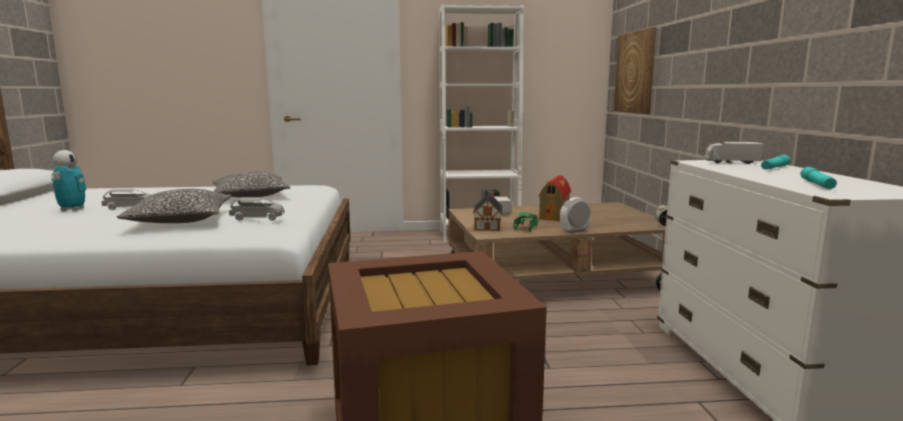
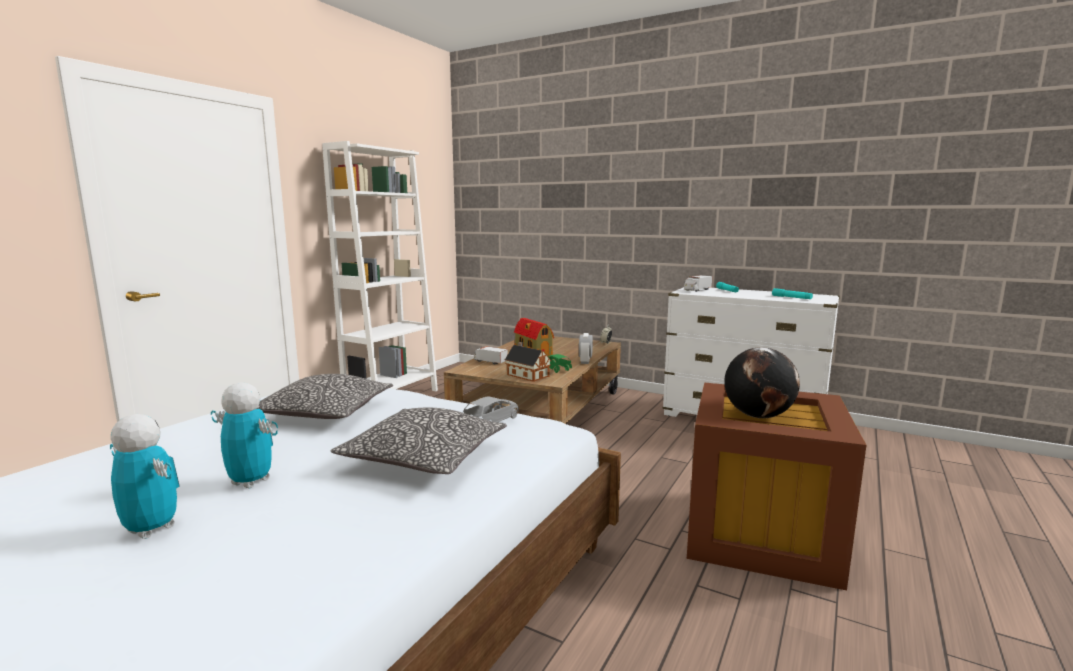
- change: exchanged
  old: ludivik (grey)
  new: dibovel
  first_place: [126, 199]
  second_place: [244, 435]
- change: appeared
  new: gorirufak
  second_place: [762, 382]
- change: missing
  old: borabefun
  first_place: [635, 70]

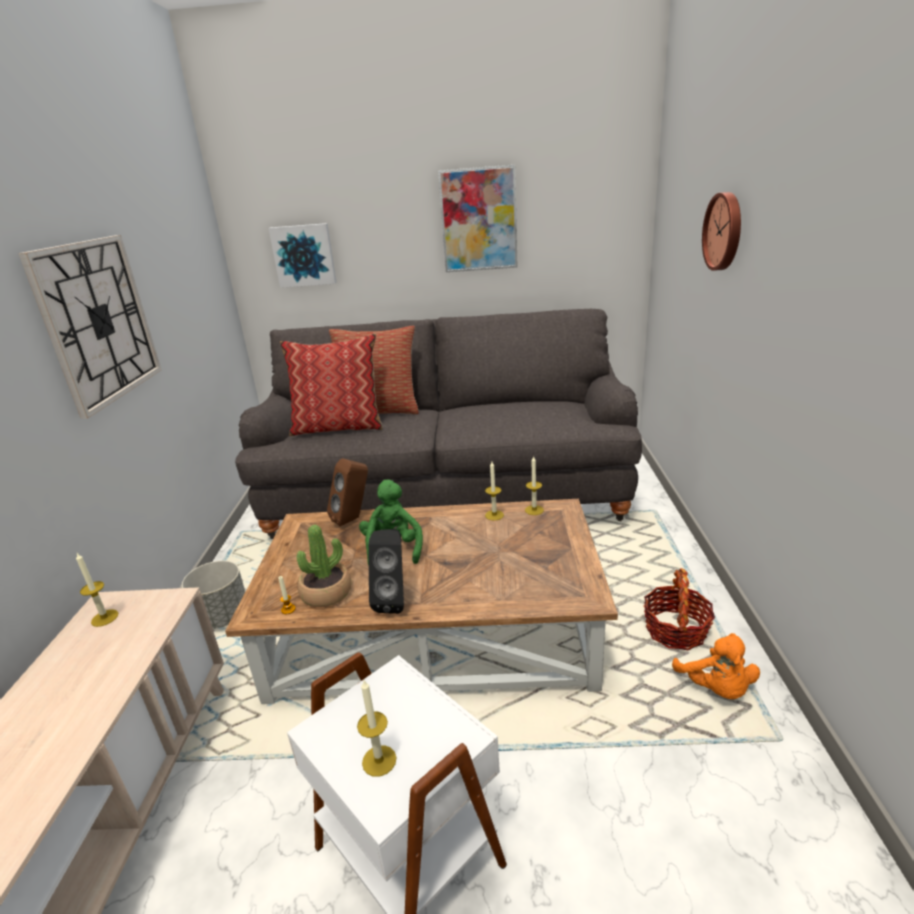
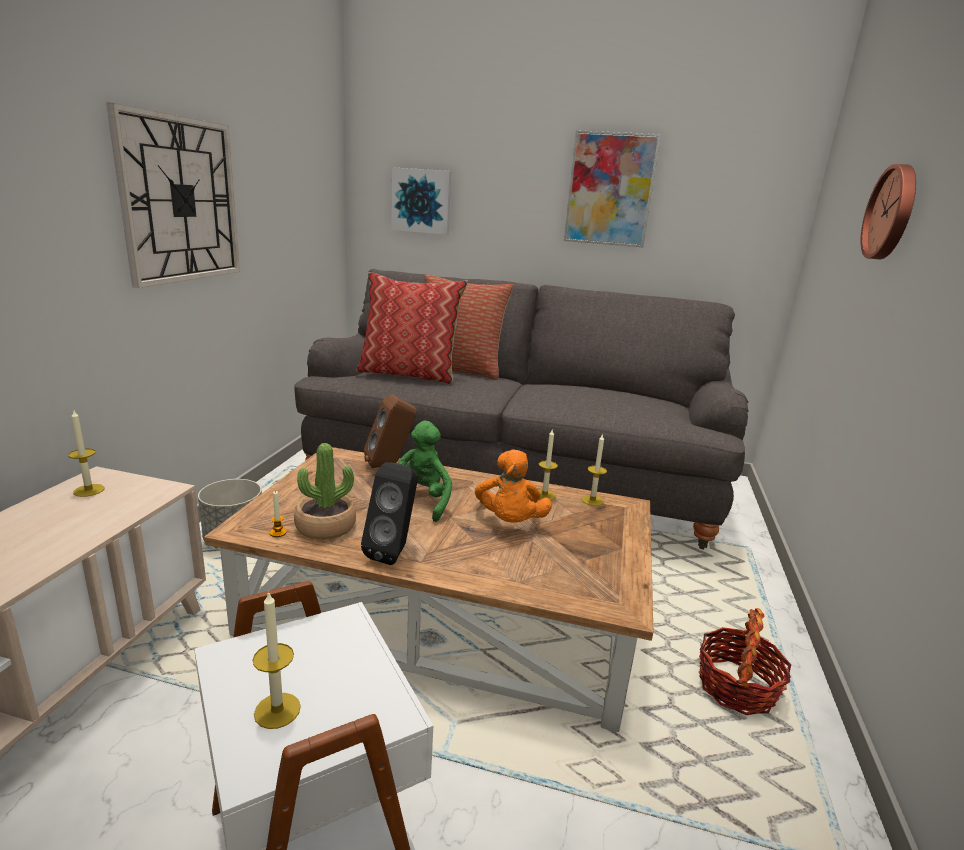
- change: relocated
  old: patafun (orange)
  first_place: [716, 666]
  second_place: [513, 486]

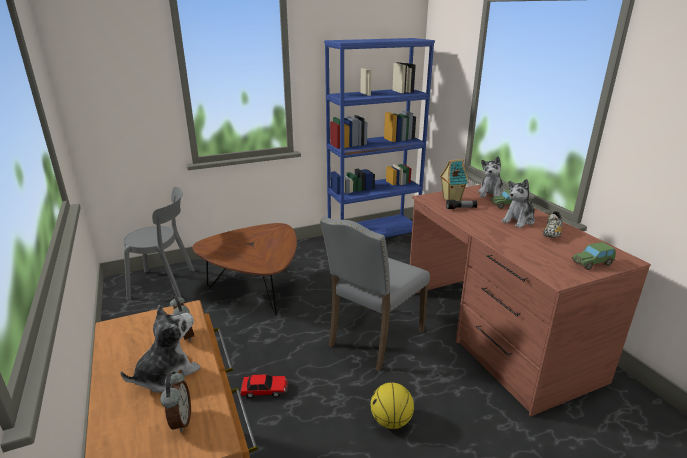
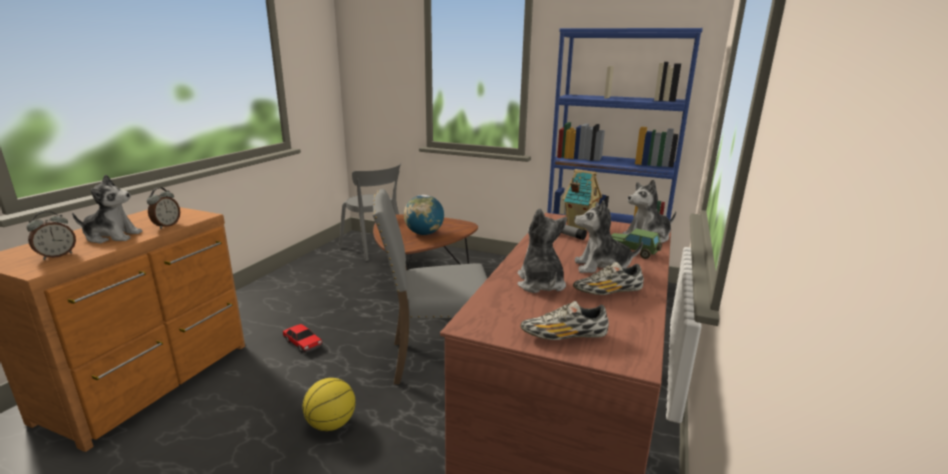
- change: appeared
  new: gorirufak
  second_place: [424, 215]
- change: appeared
  new: patafun
  second_place: [542, 250]
- change: exchanged
  old: ludivik
  new: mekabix
  first_place: [593, 256]
  second_place: [564, 320]

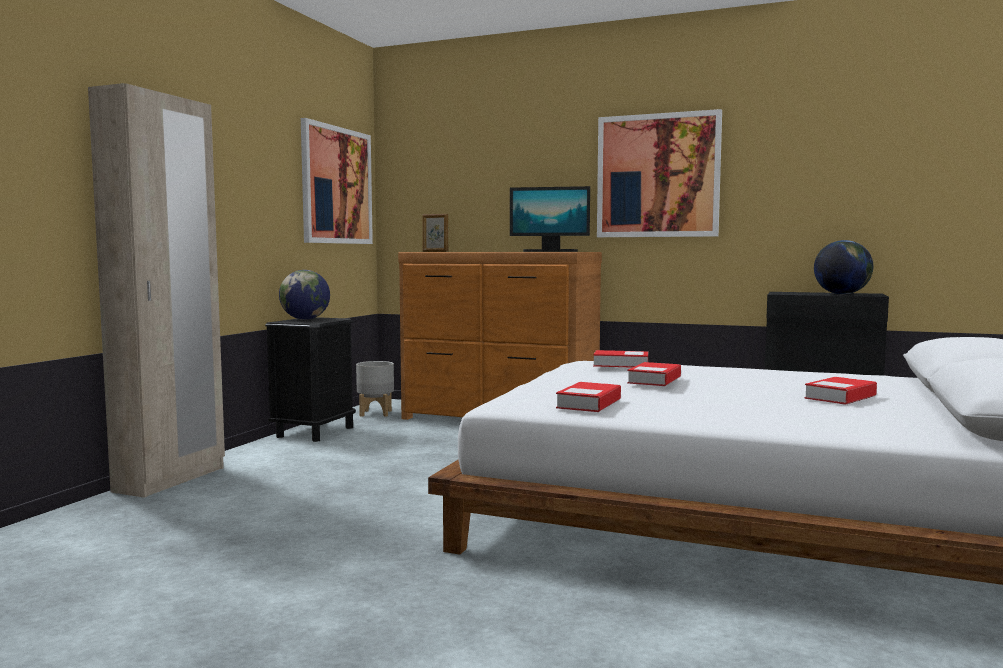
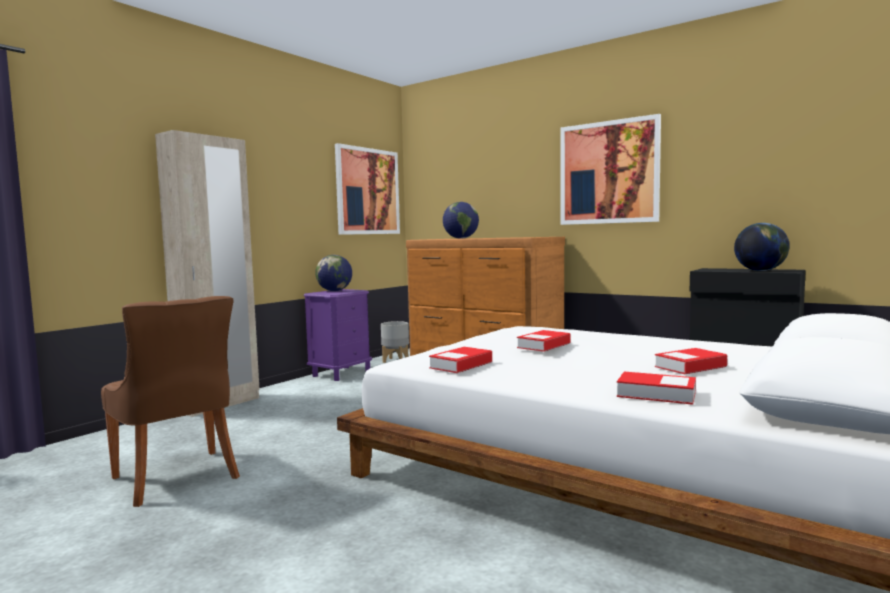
- change: appeared
  new: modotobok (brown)
  second_place: [170, 401]
- change: colour
  old: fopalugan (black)
  new: fopalugan (purple)
  first_place: [310, 379]
  second_place: [337, 335]
- change: appeared
  new: gorirufak
  second_place: [461, 220]
- change: relocated
  old: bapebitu
  first_place: [620, 359]
  second_place: [656, 388]
- change: missing
  old: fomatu
  first_place: [435, 233]
- change: missing
  old: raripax
  first_place: [550, 219]

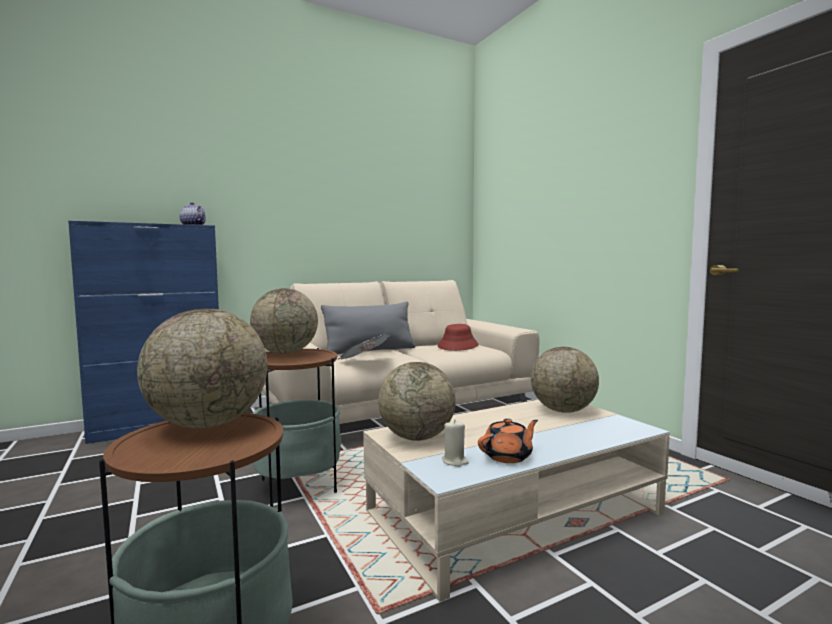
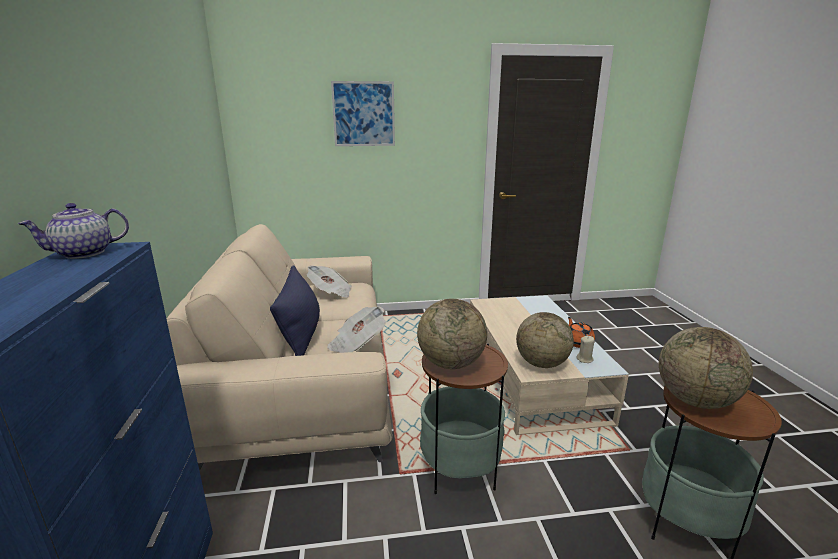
- change: colour
  old: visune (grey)
  new: visune (blue)
  first_place: [368, 328]
  second_place: [295, 310]
- change: exchanged
  old: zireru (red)
  new: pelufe
  first_place: [458, 337]
  second_place: [329, 281]
- change: appeared
  new: borabefun
  second_place: [363, 113]
- change: missing
  old: gorirufak
  first_place: [565, 380]

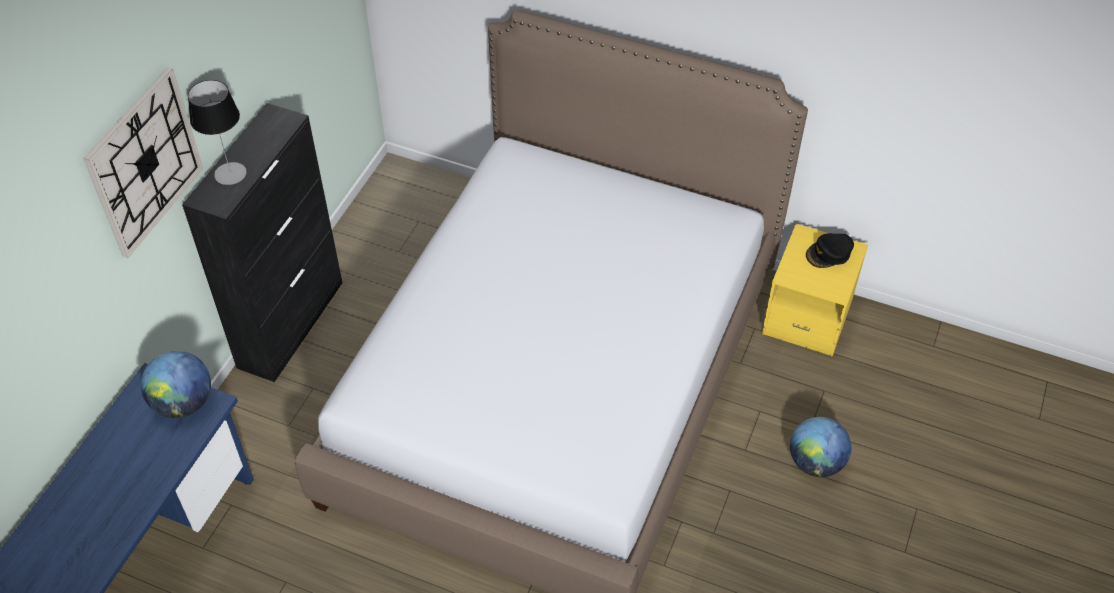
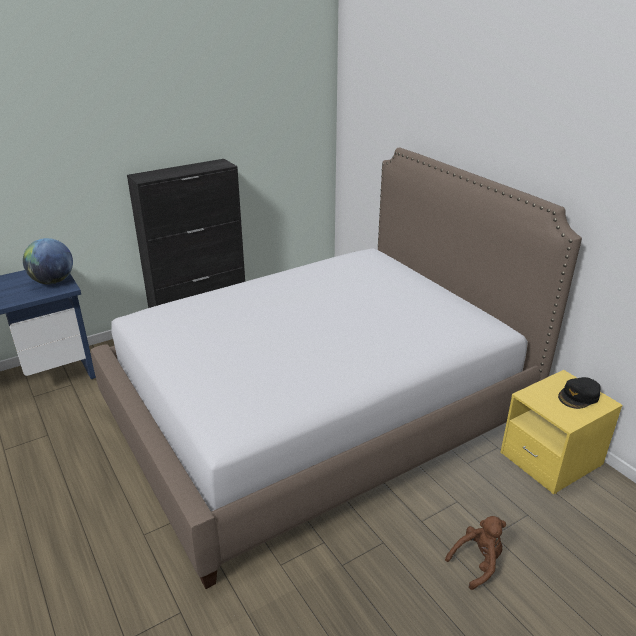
- change: exchanged
  old: gorirufak
  new: patafun (brown)
  first_place: [820, 447]
  second_place: [475, 553]
- change: spun
  old: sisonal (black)
  first_place: [830, 250]
  second_place: [579, 393]
  degrees: -45
- change: missing
  old: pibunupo
  first_place: [143, 162]
- change: missing
  old: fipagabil
  first_place: [217, 132]

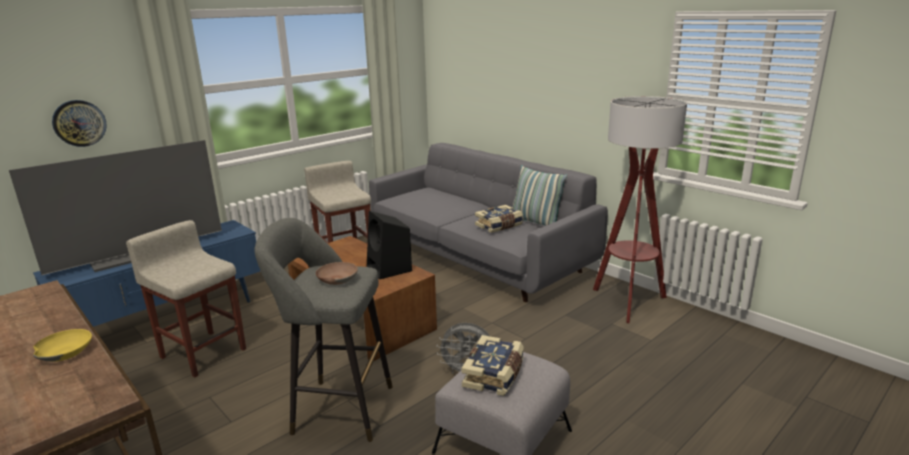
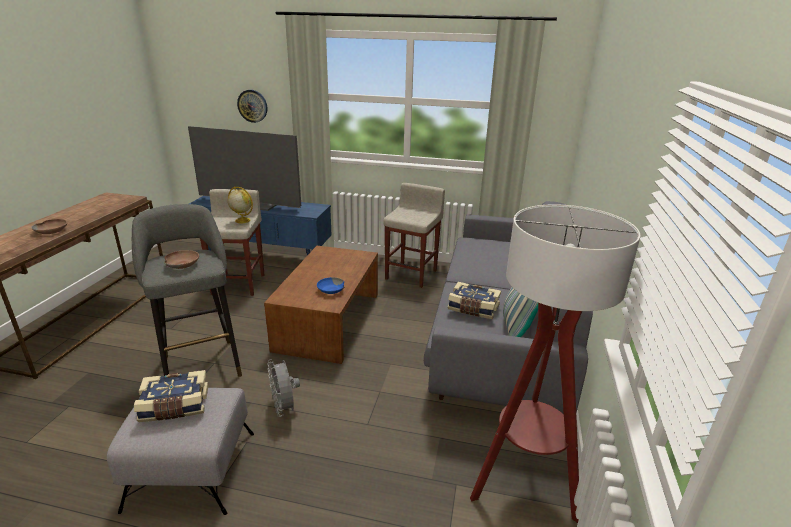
- change: colour
  old: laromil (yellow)
  new: laromil (brown)
  first_place: [62, 345]
  second_place: [49, 226]
- change: appeared
  new: gorirufak
  second_place: [240, 205]
- change: exchanged
  old: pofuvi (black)
  new: laromil (blue)
  first_place: [389, 245]
  second_place: [331, 285]

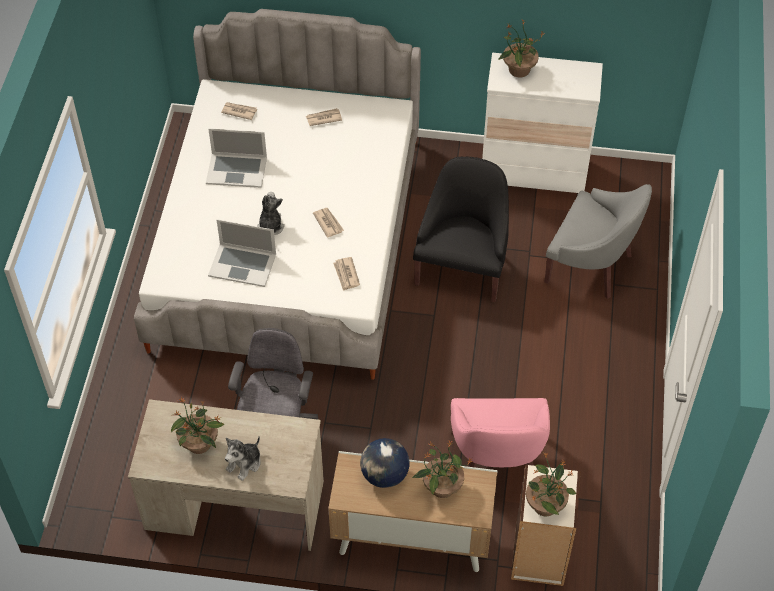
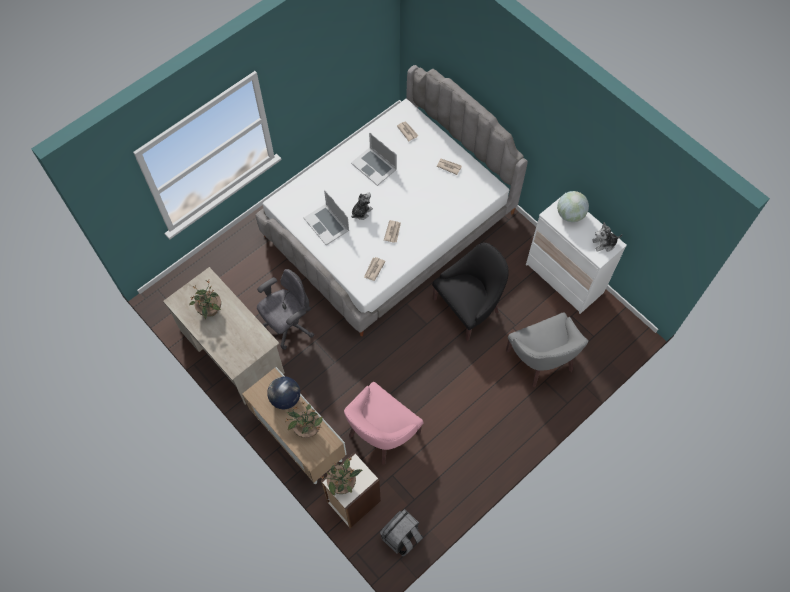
- change: appeared
  new: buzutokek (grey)
  second_place: [401, 532]
- change: exchanged
  old: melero
  new: gorirufak
  first_place: [520, 49]
  second_place: [573, 206]
- change: relocated
  old: patafun
  first_place: [243, 458]
  second_place: [607, 237]

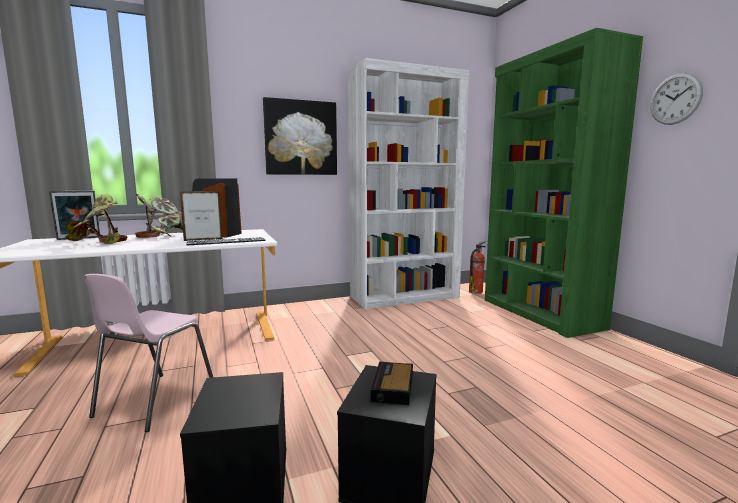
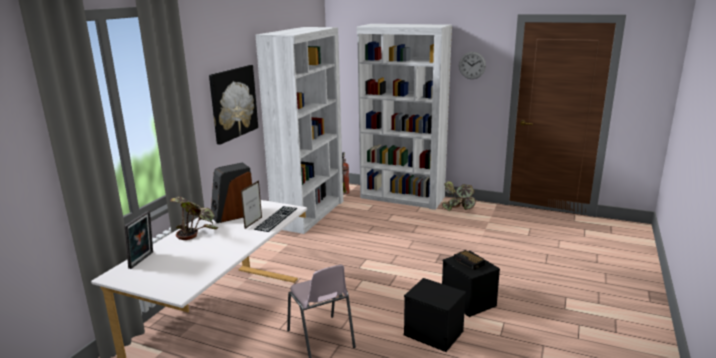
- change: colour
  old: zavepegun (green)
  new: zavepegun (white)
  first_place: [564, 183]
  second_place: [404, 117]
- change: relocated
  old: melero
  first_place: [96, 219]
  second_place: [459, 196]

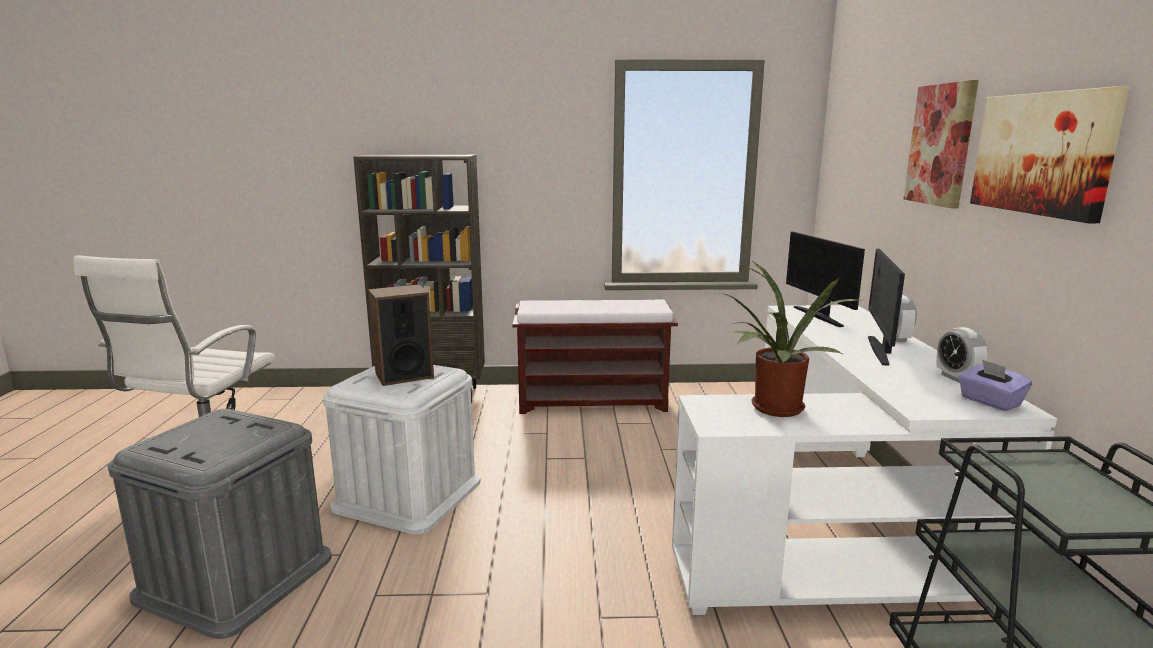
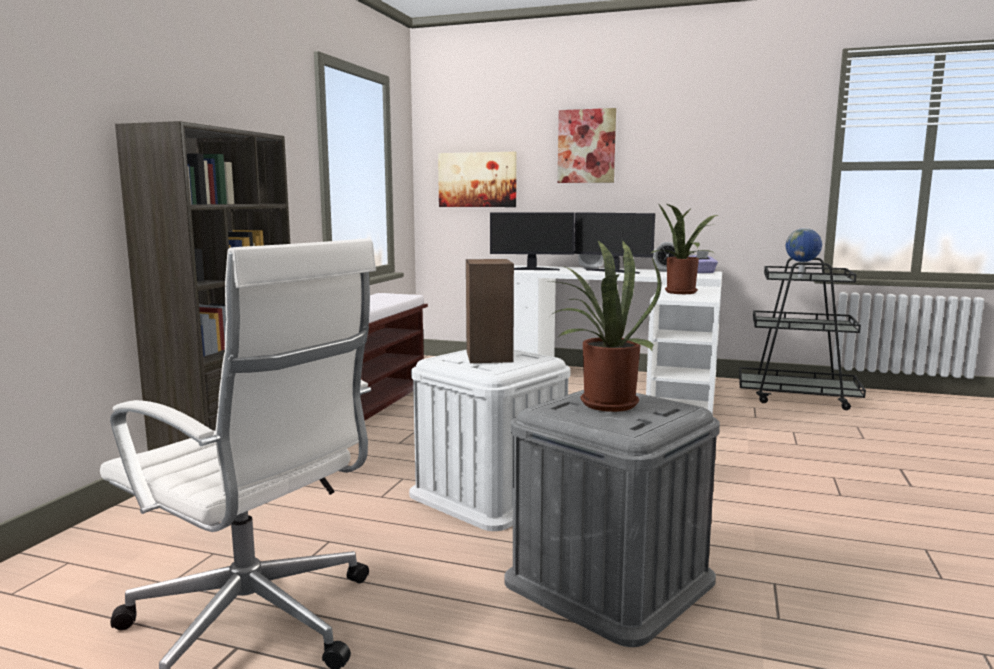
- change: relocated
  old: borabefun
  first_place: [1050, 154]
  second_place: [477, 179]
- change: appeared
  new: melero
  second_place: [605, 326]
- change: appeared
  new: gorirufak
  second_place: [804, 253]

